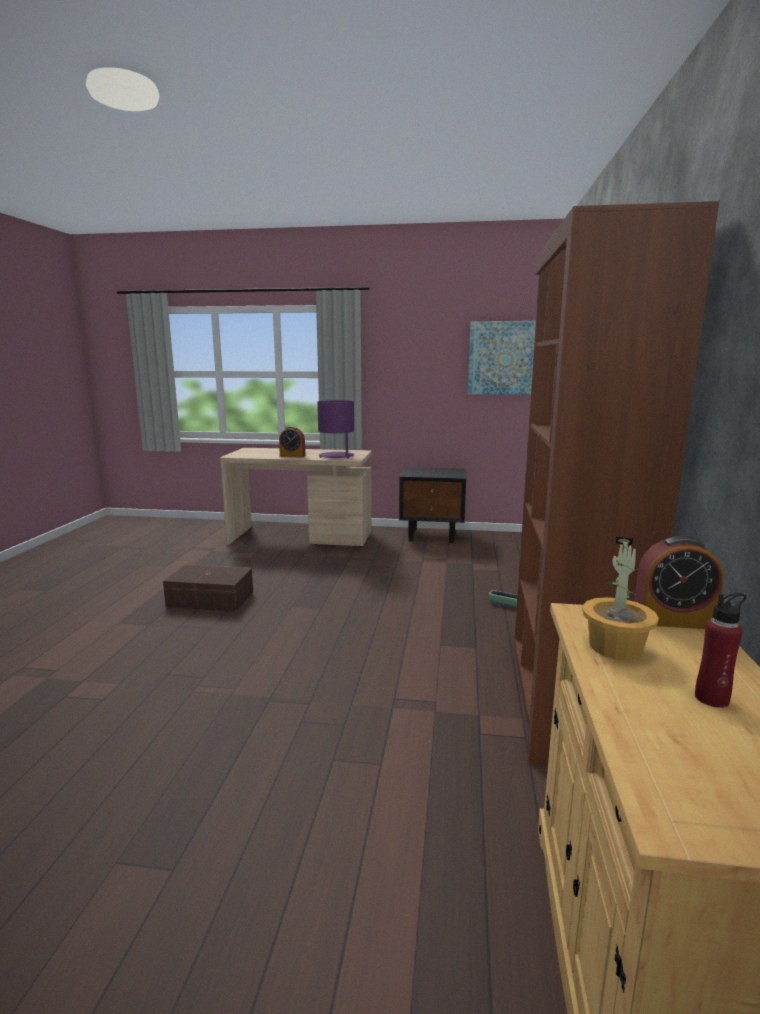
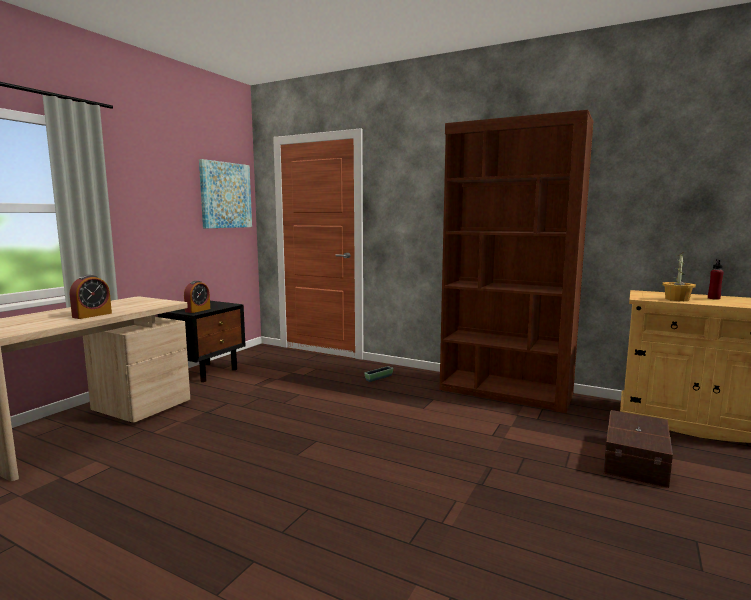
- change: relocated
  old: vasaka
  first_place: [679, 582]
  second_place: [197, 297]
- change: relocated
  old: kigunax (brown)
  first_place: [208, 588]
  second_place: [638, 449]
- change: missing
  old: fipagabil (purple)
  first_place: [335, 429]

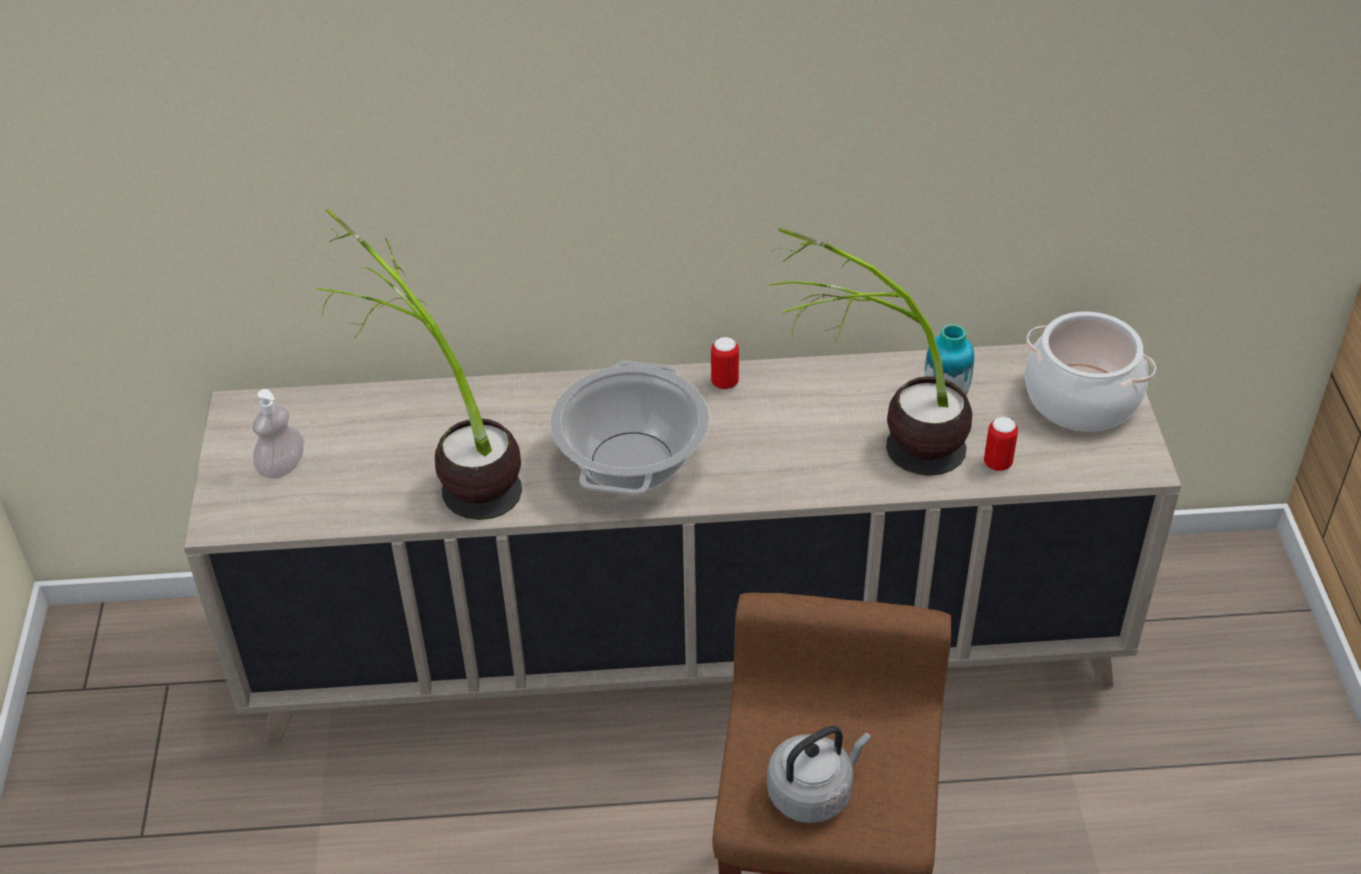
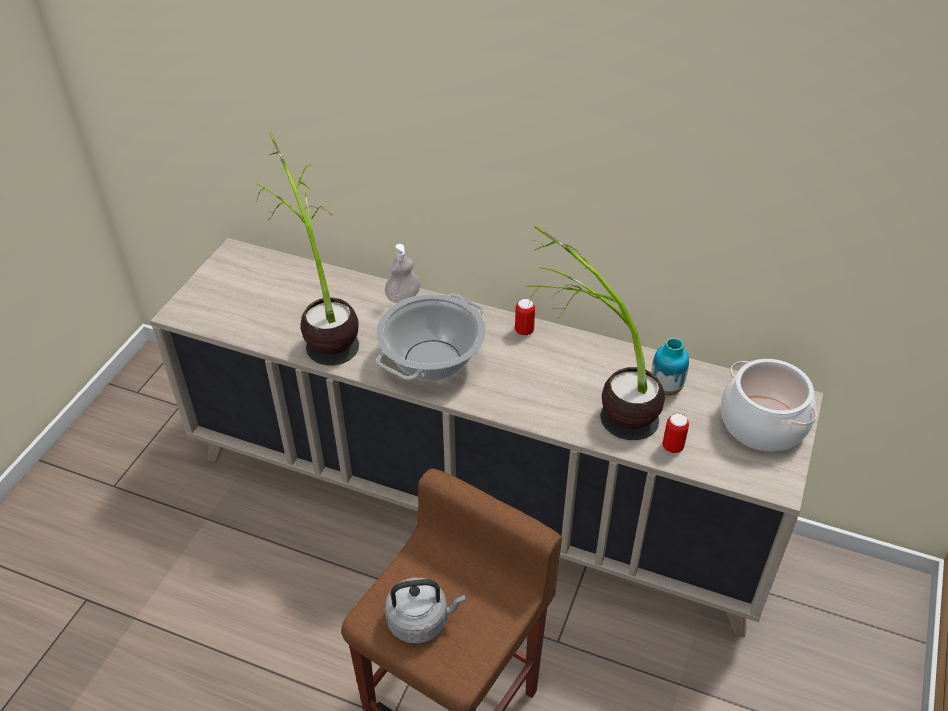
- change: relocated
  old: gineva
  first_place: [278, 434]
  second_place: [403, 273]

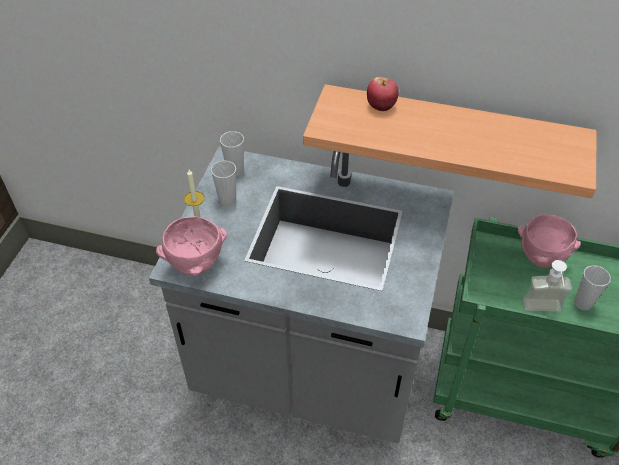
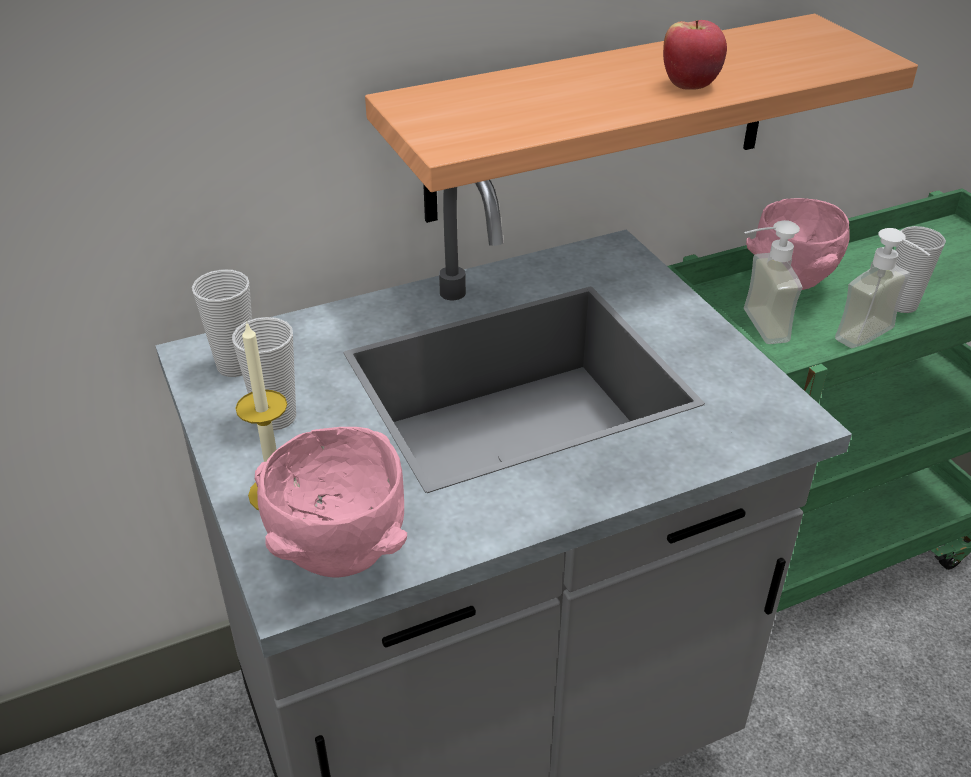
- change: relocated
  old: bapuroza
  first_place: [383, 94]
  second_place: [695, 55]
- change: appeared
  new: gineva
  second_place: [773, 282]

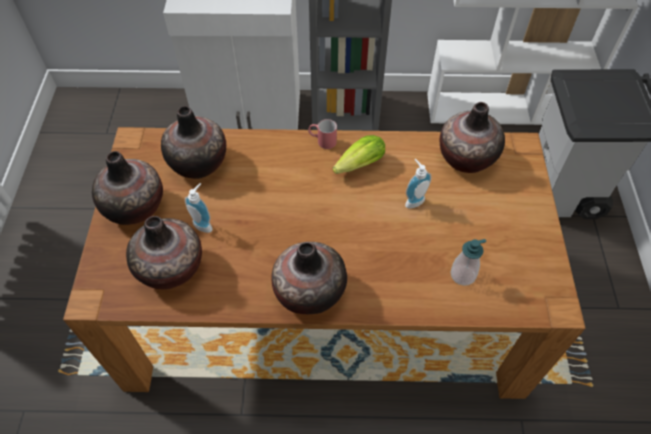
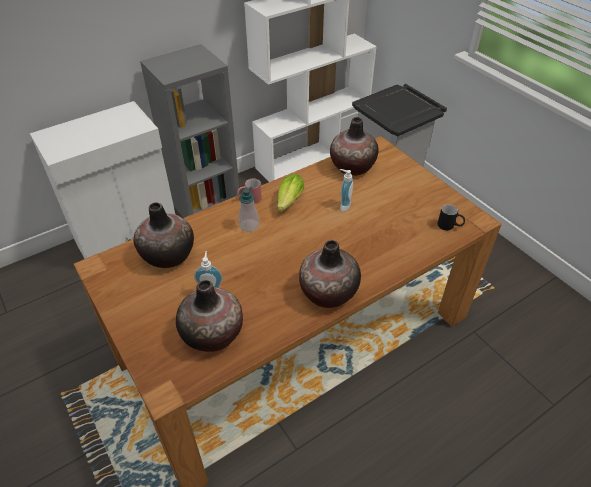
- change: relocated
  old: gineva
  first_place: [468, 262]
  second_place: [249, 209]
- change: appeared
  new: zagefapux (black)
  second_place: [451, 217]
- change: missing
  old: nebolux
  first_place: [127, 188]

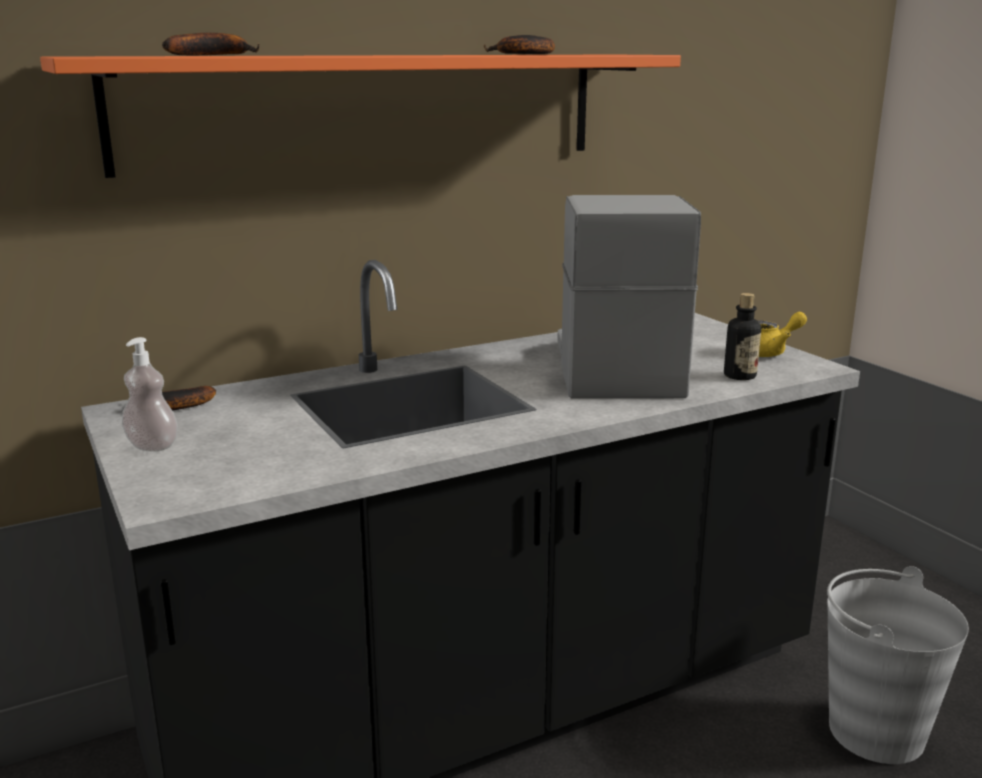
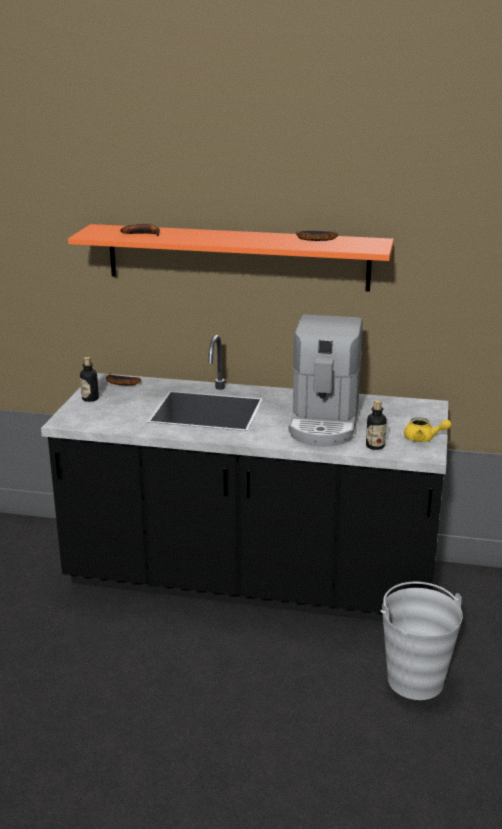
- change: exchanged
  old: gineva
  new: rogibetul
  first_place: [150, 394]
  second_place: [89, 379]
- change: spun
  old: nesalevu
  first_place: [629, 297]
  second_place: [326, 380]
  degrees: 150

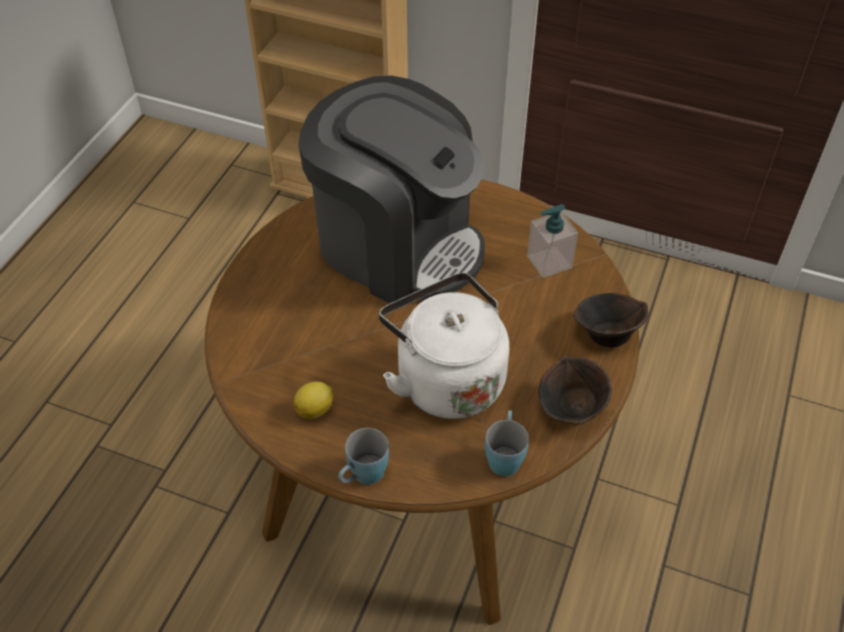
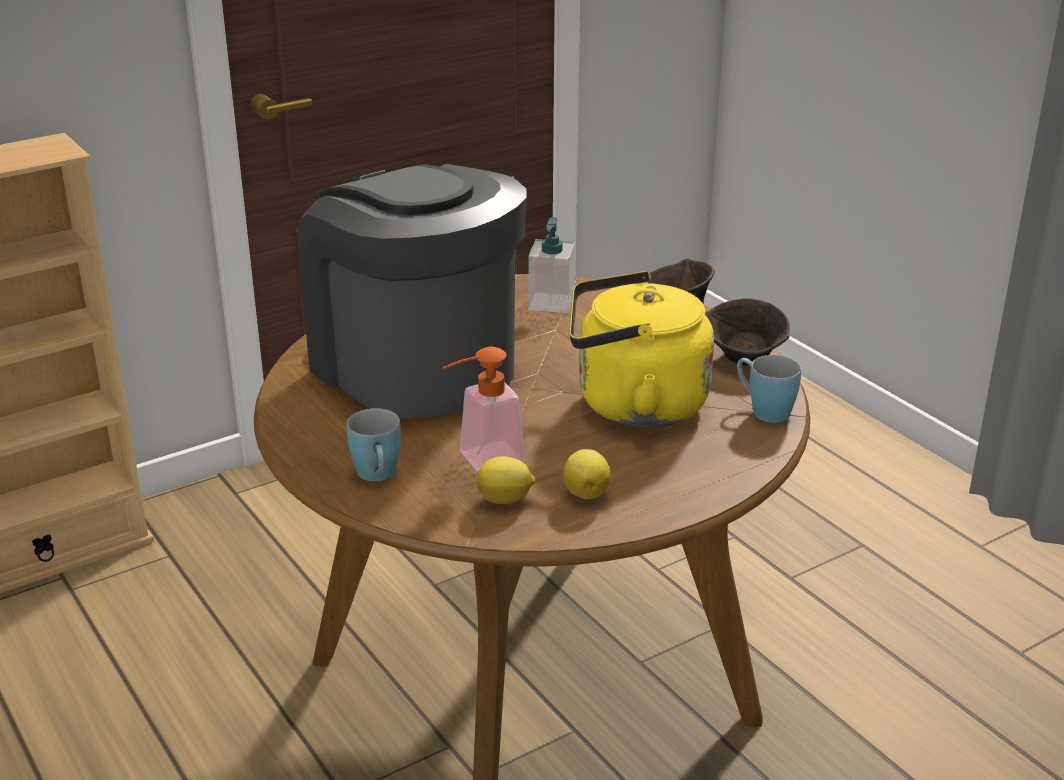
- change: spun
  old: nesalevu
  first_place: [391, 189]
  second_place: [412, 291]
  degrees: -105
- change: relocated
  old: zagefapux (blue)
  first_place: [363, 456]
  second_place: [374, 445]
- change: appeared
  new: gineva
  second_place: [484, 409]
- change: appeared
  new: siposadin
  second_place: [506, 480]
- change: colour
  old: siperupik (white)
  new: siperupik (yellow)
  first_place: [444, 346]
  second_place: [641, 349]

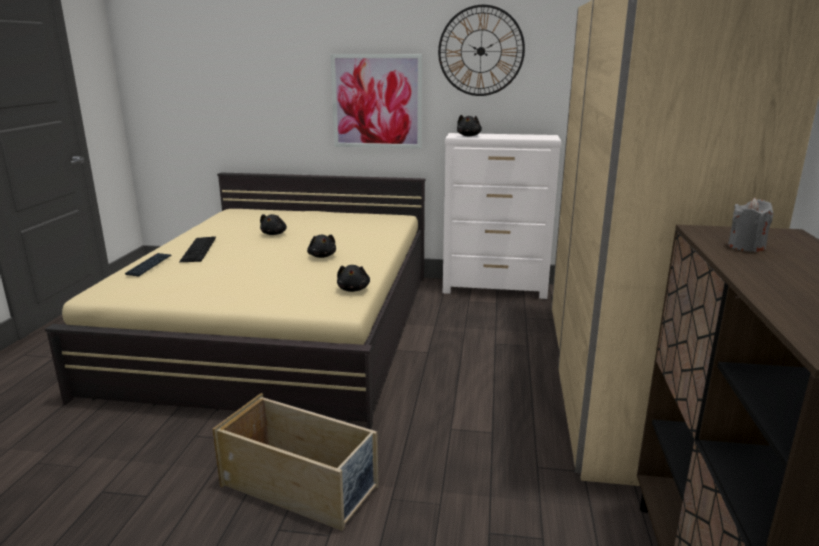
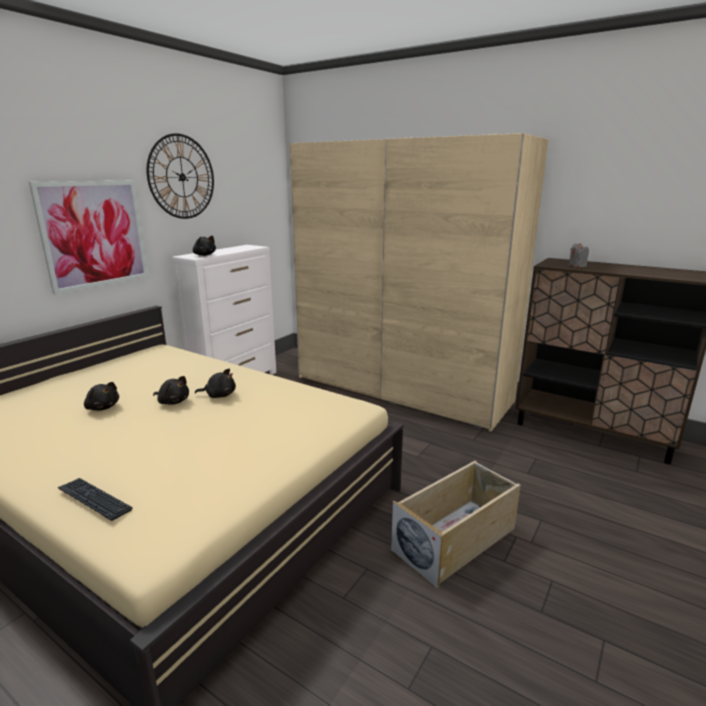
- change: relocated
  old: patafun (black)
  first_place: [353, 278]
  second_place: [171, 390]
- change: missing
  old: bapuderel
  first_place: [197, 249]

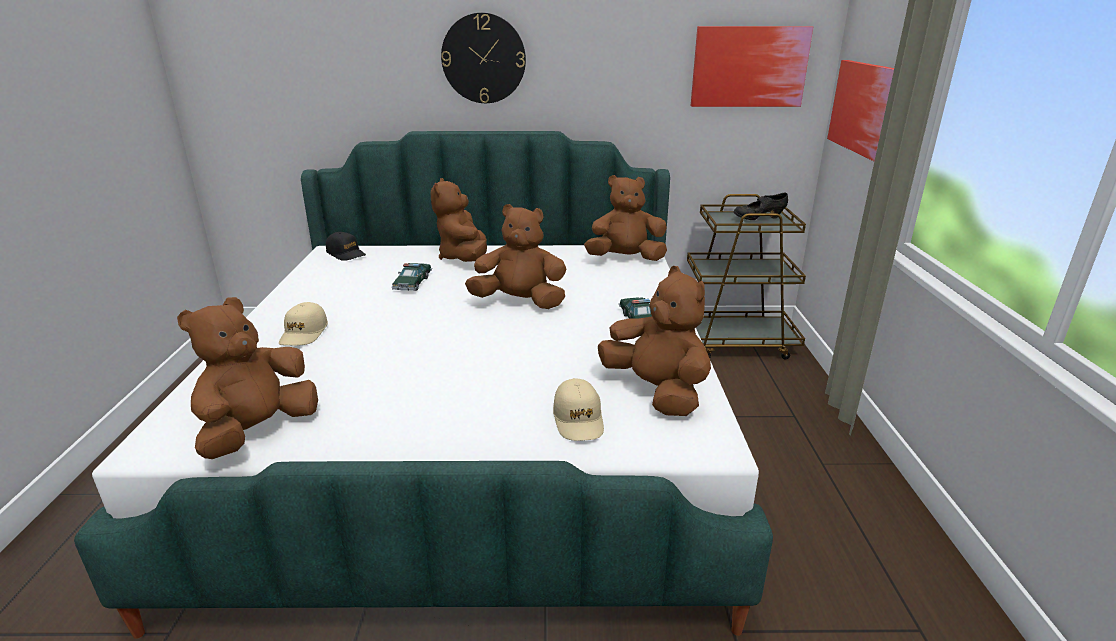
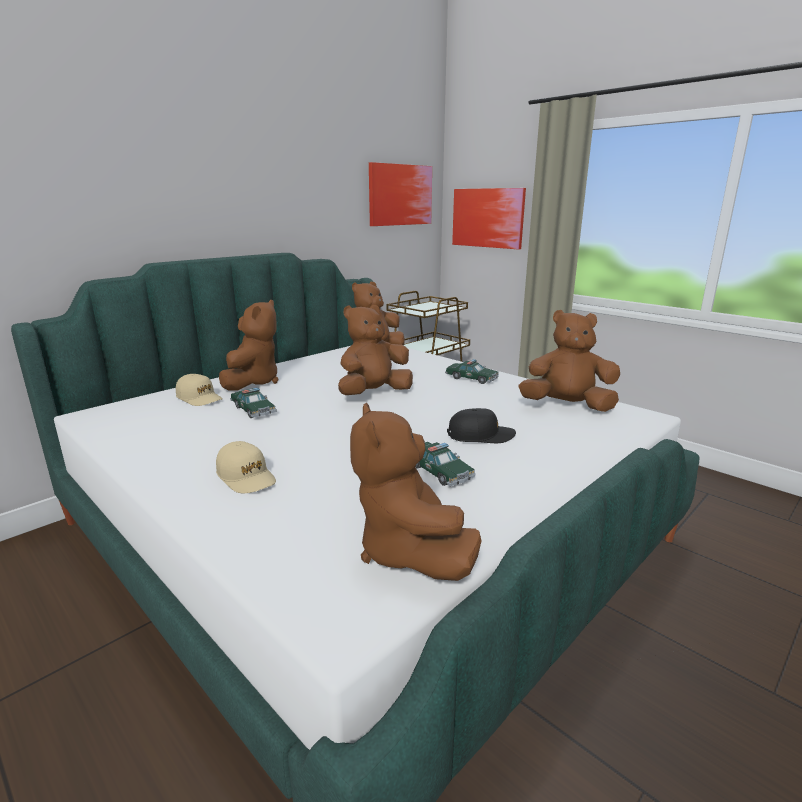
- change: relocated
  old: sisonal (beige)
  first_place: [578, 409]
  second_place: [199, 390]
- change: spun
  old: patafun (brown)
  first_place: [459, 220]
  second_place: [249, 345]
  degrees: -120
- change: appeared
  new: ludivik
  second_place: [445, 464]
- change: relocated
  old: sisonal (black)
  first_place: [346, 246]
  second_place: [481, 425]
- change: missing
  old: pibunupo
  first_place: [483, 58]
- change: missing
  old: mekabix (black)
  first_place: [760, 206]

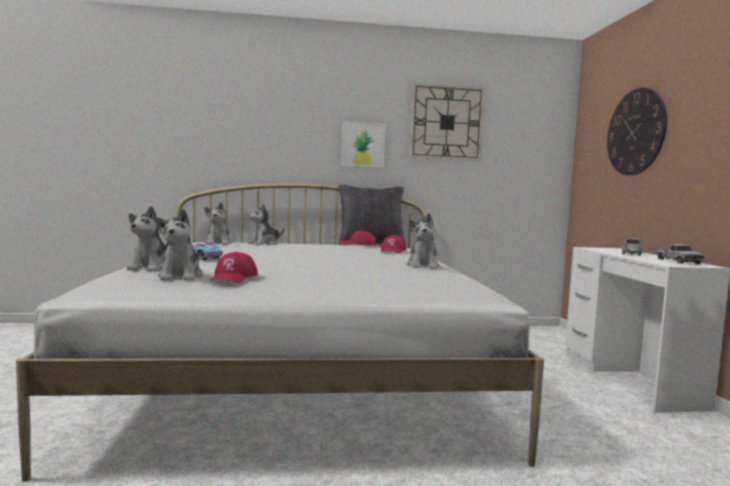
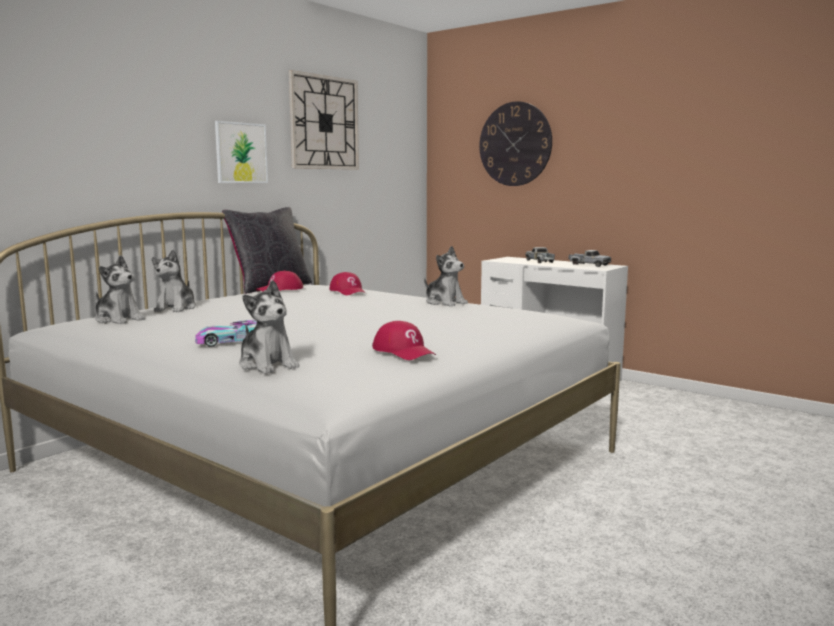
- change: missing
  old: patafun
  first_place: [179, 244]

